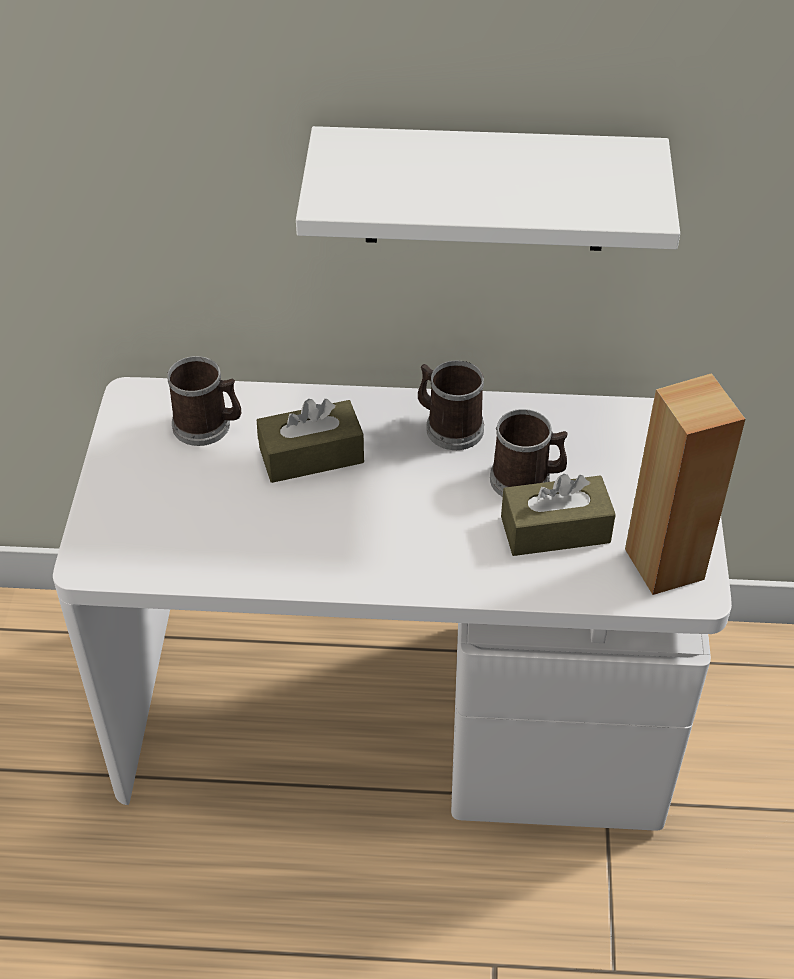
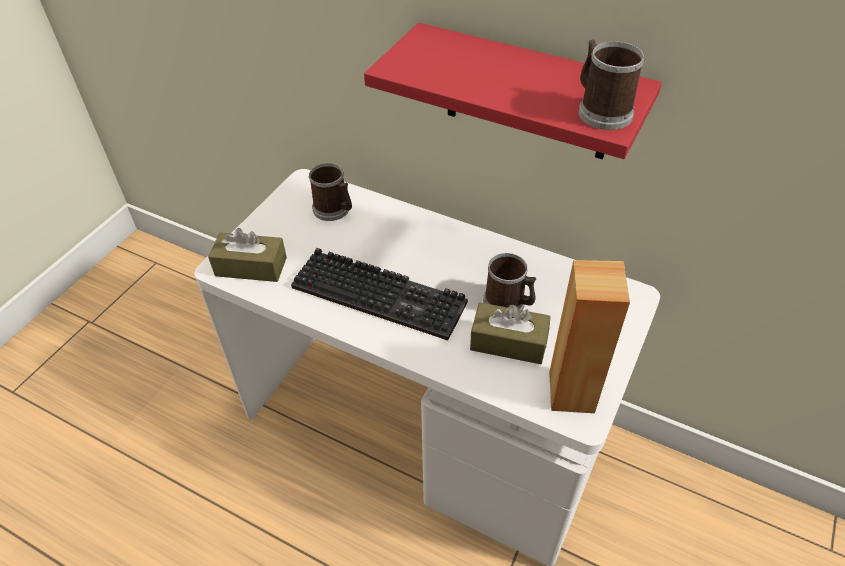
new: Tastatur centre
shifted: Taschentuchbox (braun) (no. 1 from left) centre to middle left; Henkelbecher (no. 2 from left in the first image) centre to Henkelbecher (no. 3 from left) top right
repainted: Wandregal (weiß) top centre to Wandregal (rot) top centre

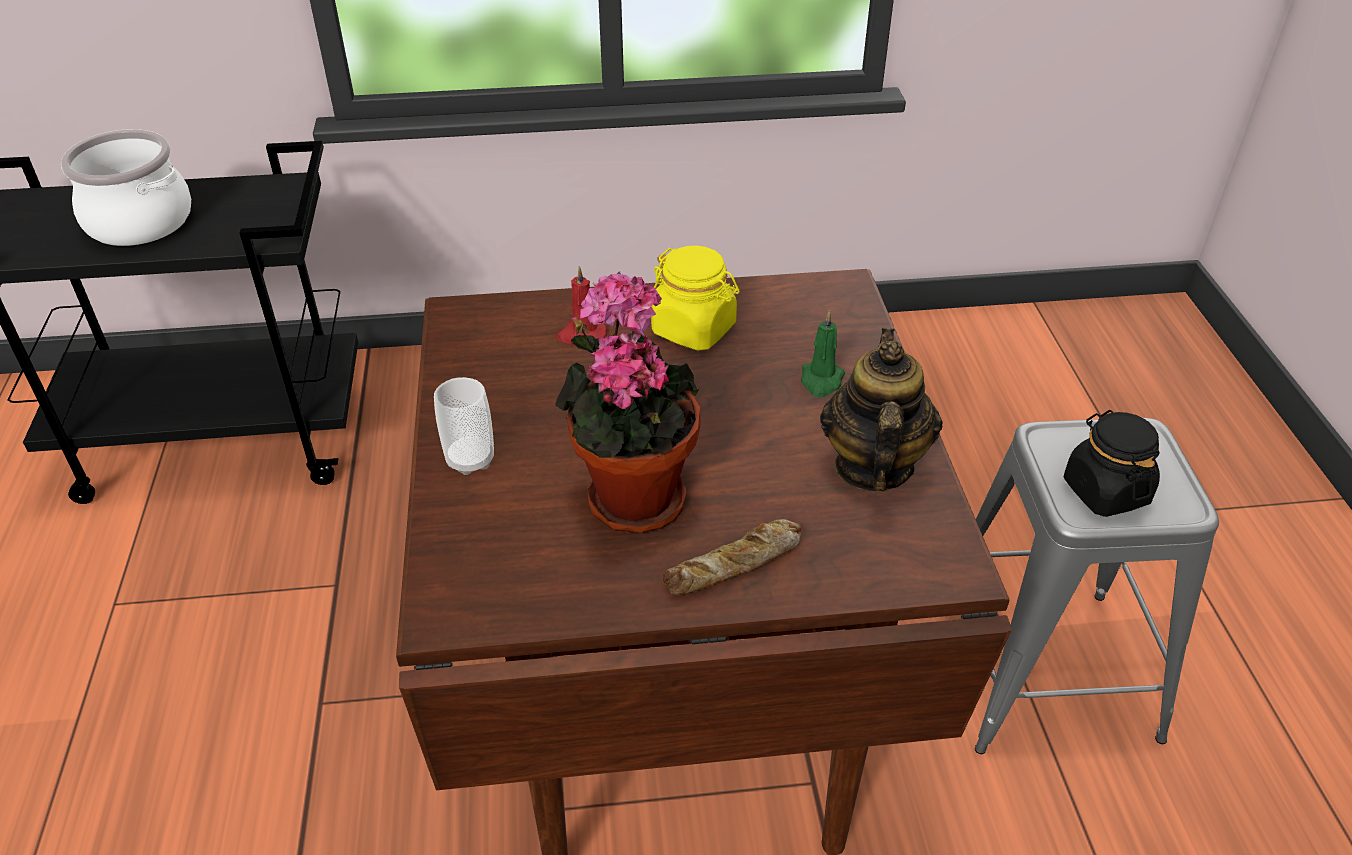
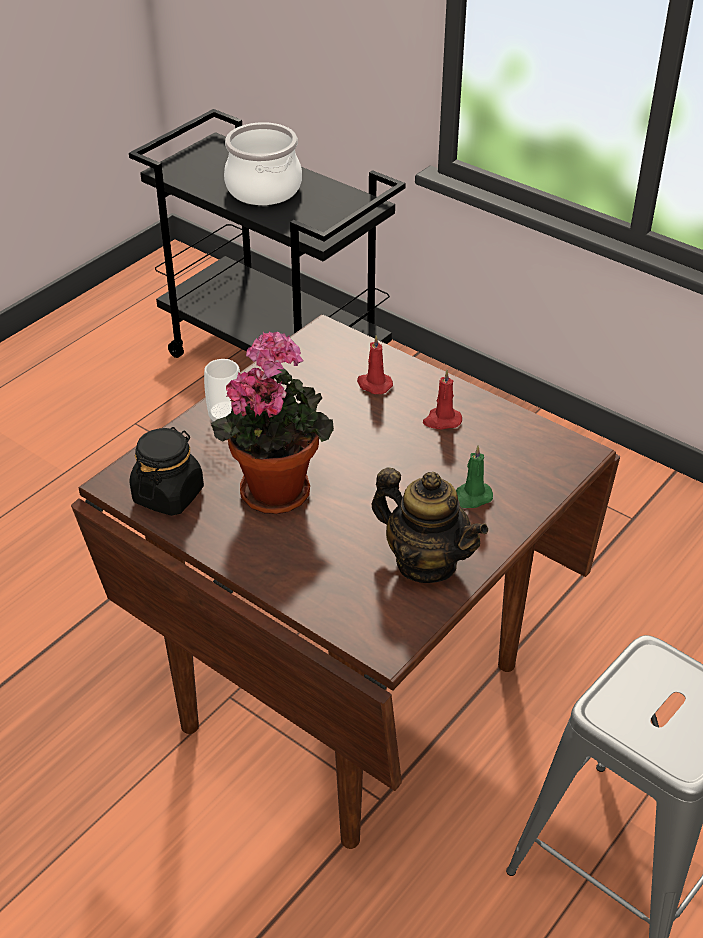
gone: Brot centre
shifted: Vorratsglas (schwarz) middle right to middle left
swapped: Vorratsglas (gelb) centre to Kerze (rot) (no. 2 from left) centre
rotated: Teekanne centre = centre 75 degrees clockwise

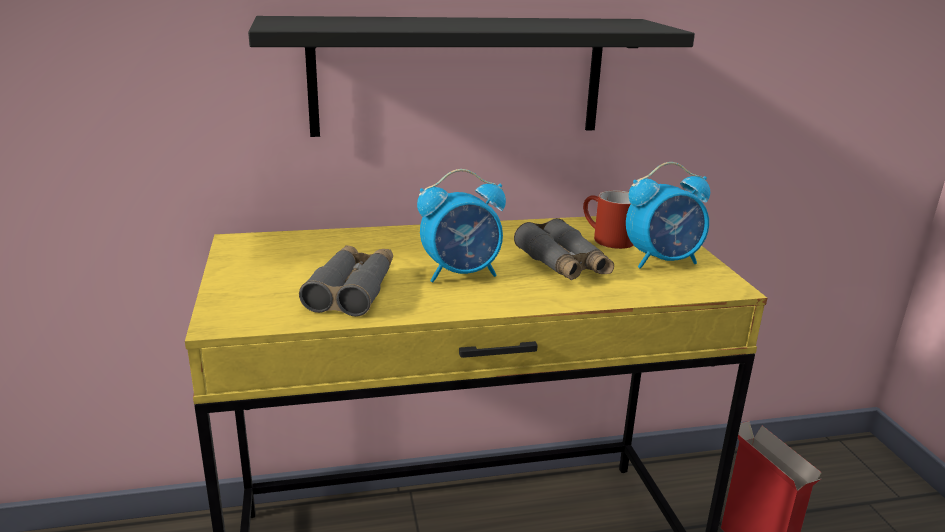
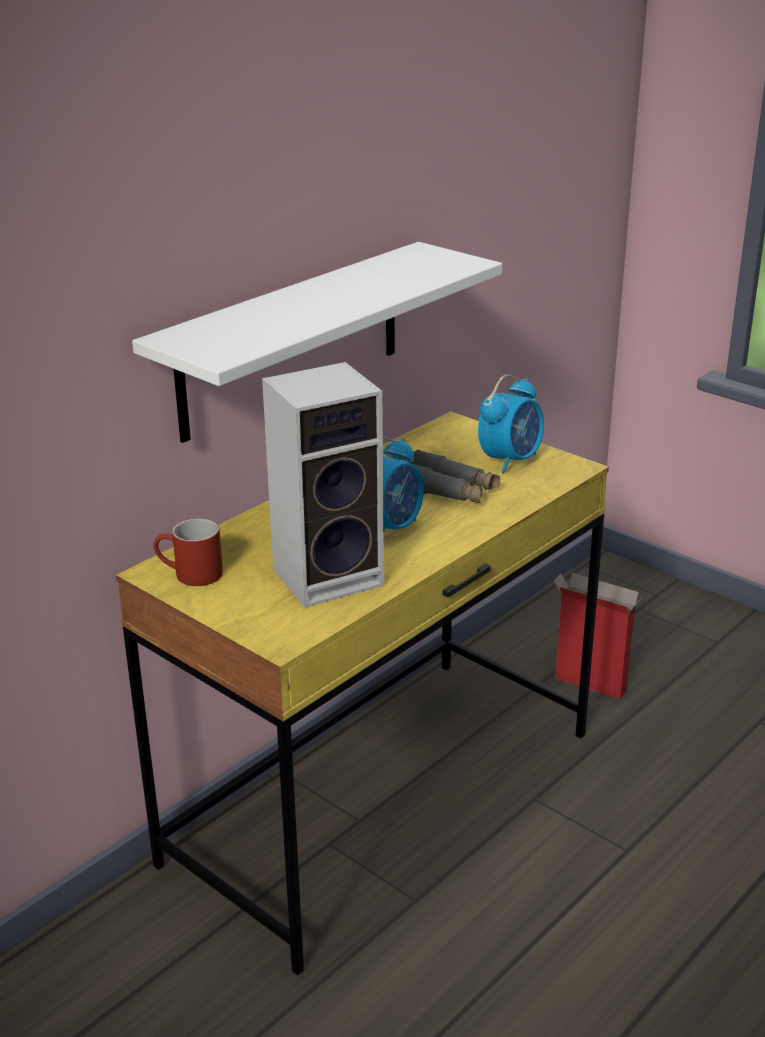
shifted: Henkelbecher (rot) centre to middle left
swapped: Fernglas (grau) (no. 1 from left) centre to Lautsprecher centre
repainted: Wandregal (schwarz) top centre to Wandregal (weiß) top centre

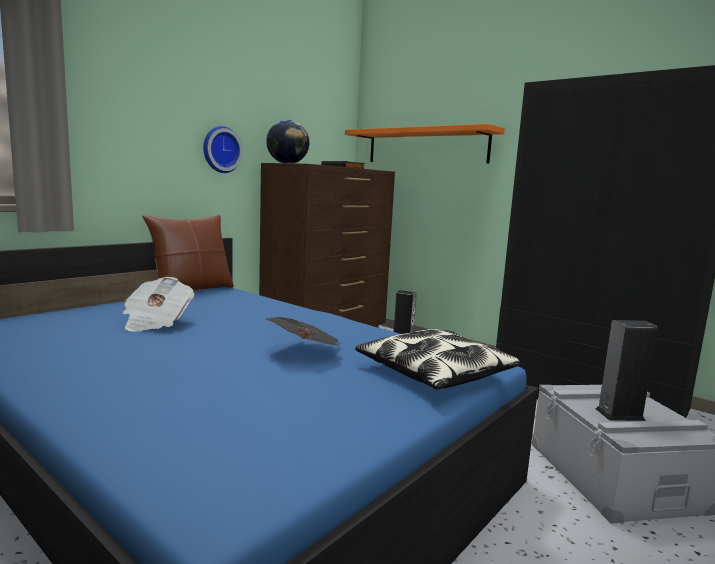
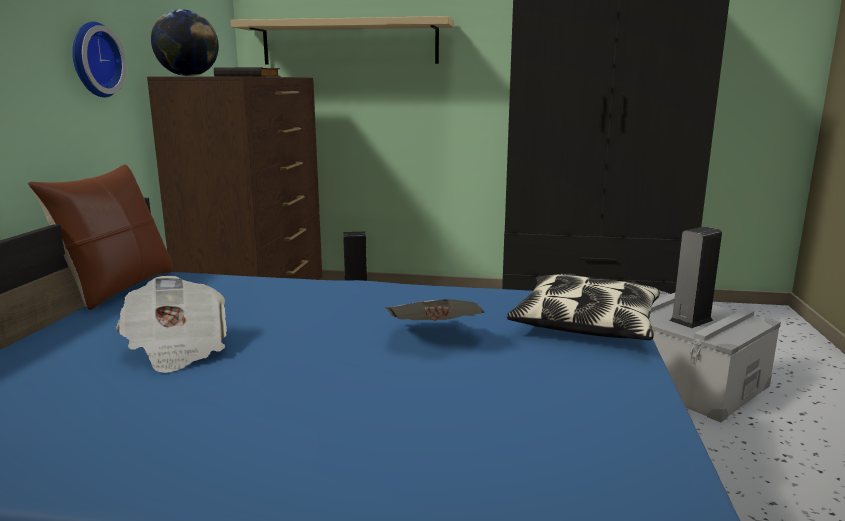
repainted: Wandregal (orange) top centre to Wandregal (beige) top centre

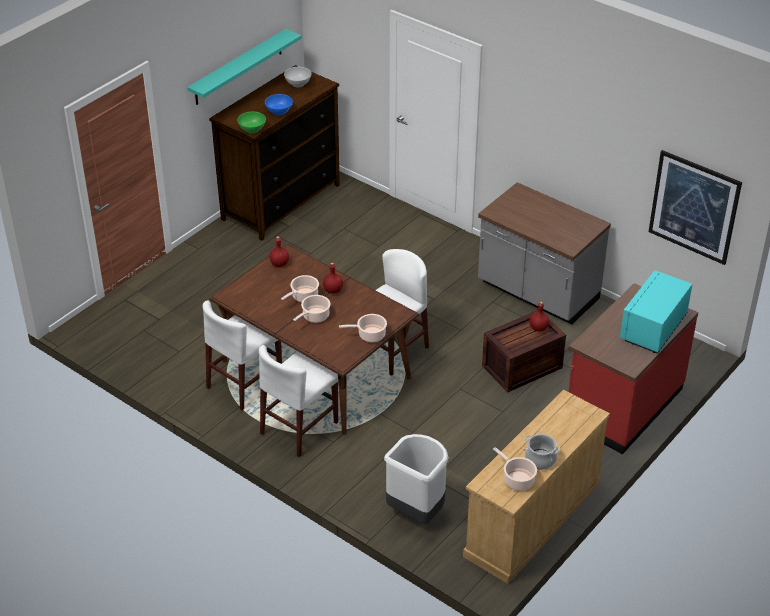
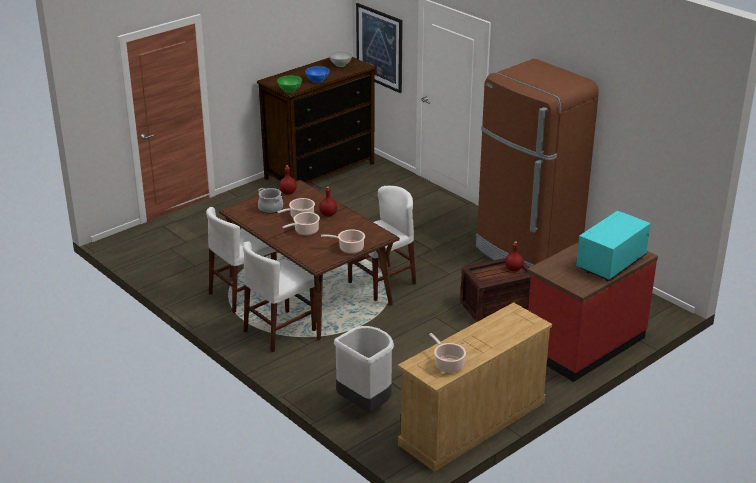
gone: Wandregal (türkis) top left
shifted: Kochtopf (no. 5 from left in the first image) bottom right to Kochtopf (no. 1 from left) centre; Bild middle right to top centre
swapped: Küchenzeile (grau) middle right to Kühlschrank (braun) middle right

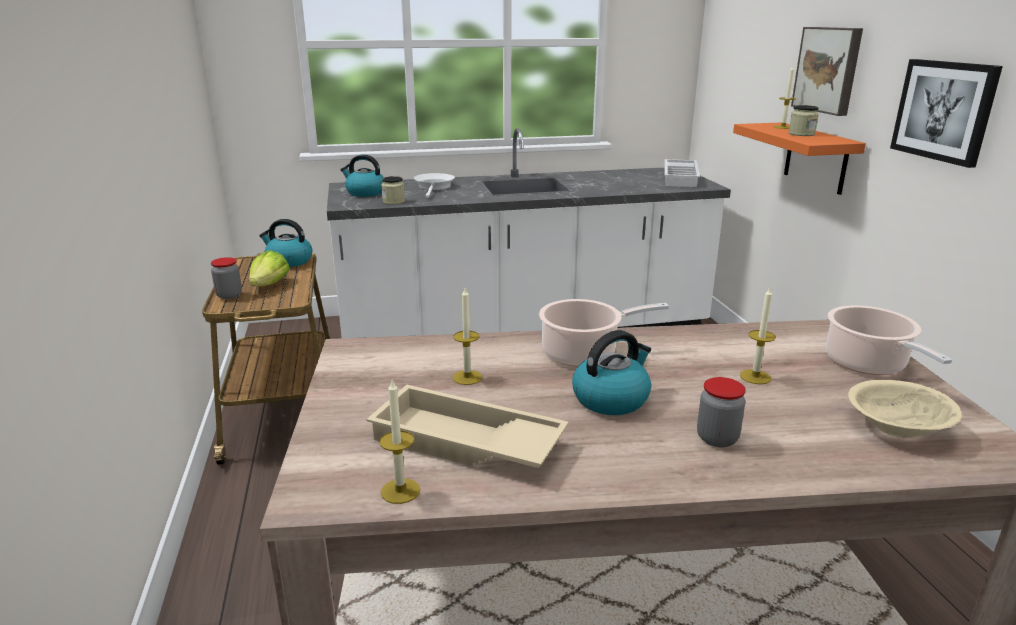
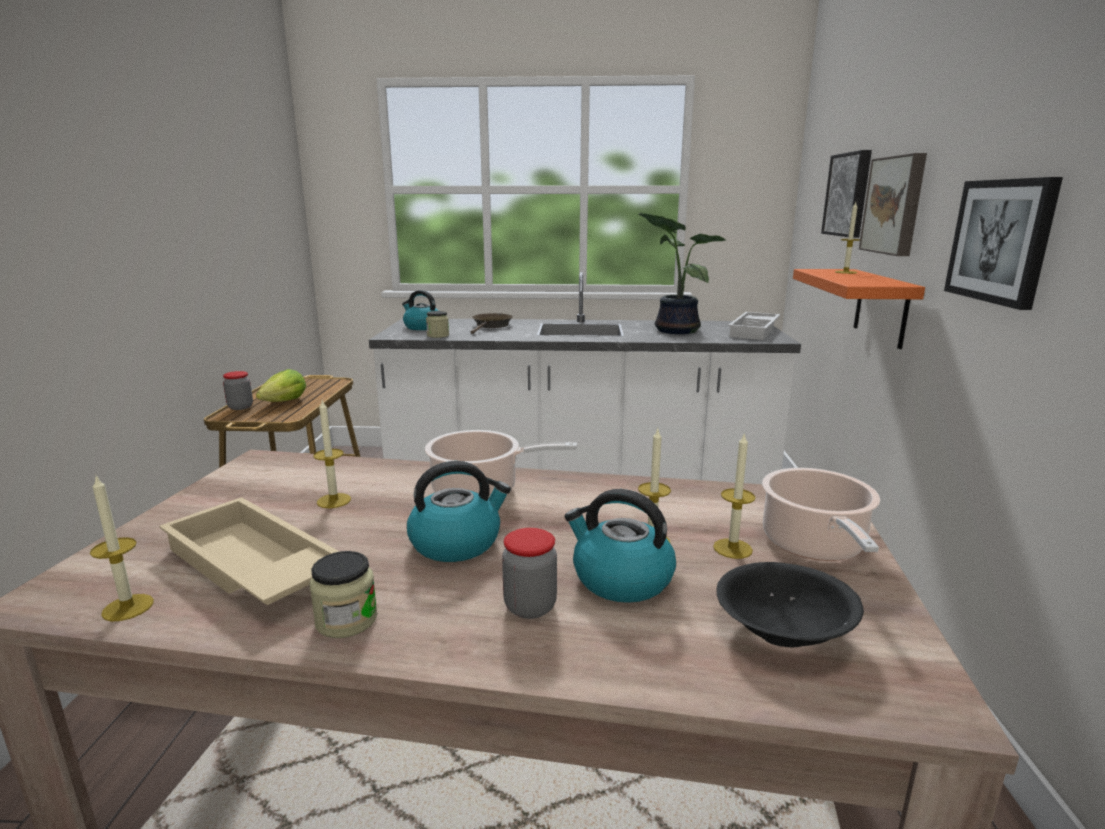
new: Topfpflanze top centre; Kerze (no. 4 from left) centre; Bild (no. 1 from left) top right
shifted: Vorratsglas (no. 4 from left in the first image) top right to Vorratsglas (no. 2 from left) bottom left; Wasserkessel (no. 1 from left in the first image) middle left to Wasserkessel (no. 3 from left) centre
repainted: Pfanne (weiß) top centre to Pfanne (braun) centre; Schüssel (beige) middle right to Schüssel (schwarz) bottom right

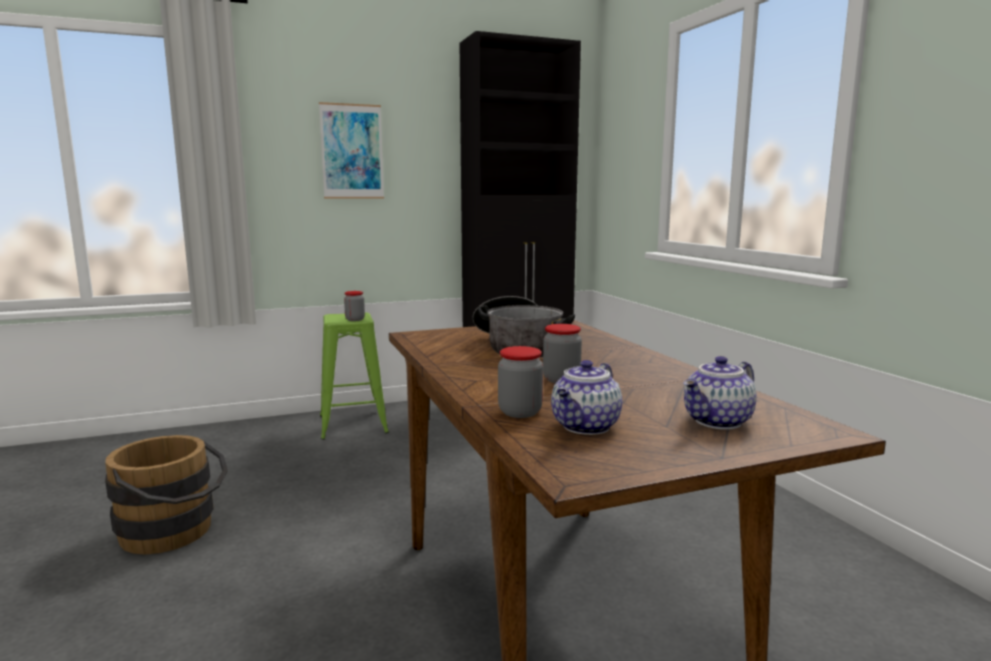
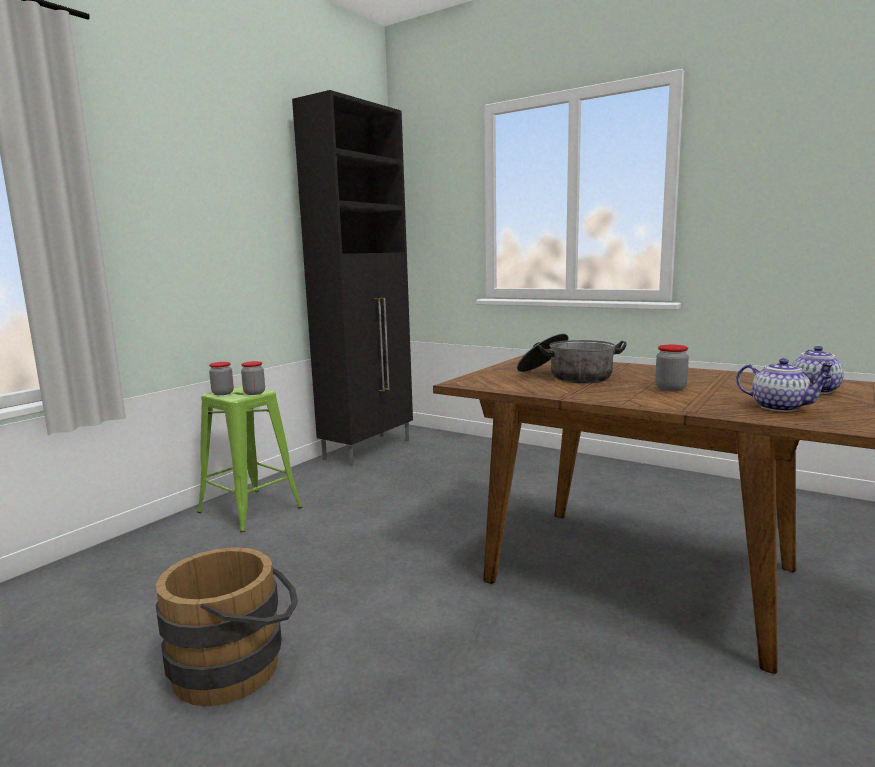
gone: Bild top centre
shifted: Vorratsglas (no. 2 from left in the first image) centre to Vorratsglas (no. 1 from left) middle left
rotated: Teekanne (no. 1 from left) centre = middle right 45 degrees counterclockwise

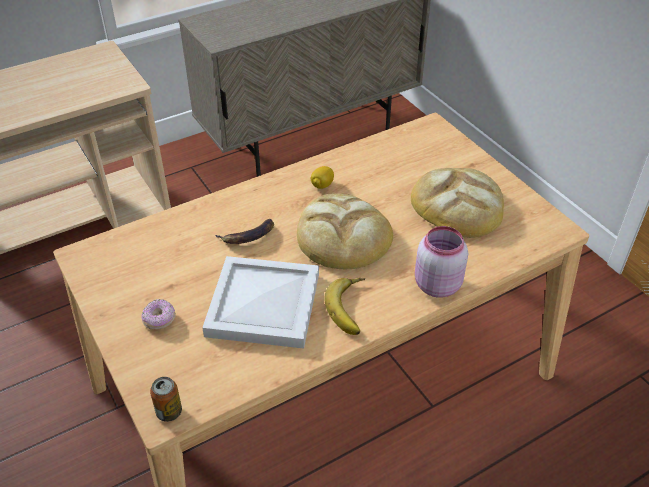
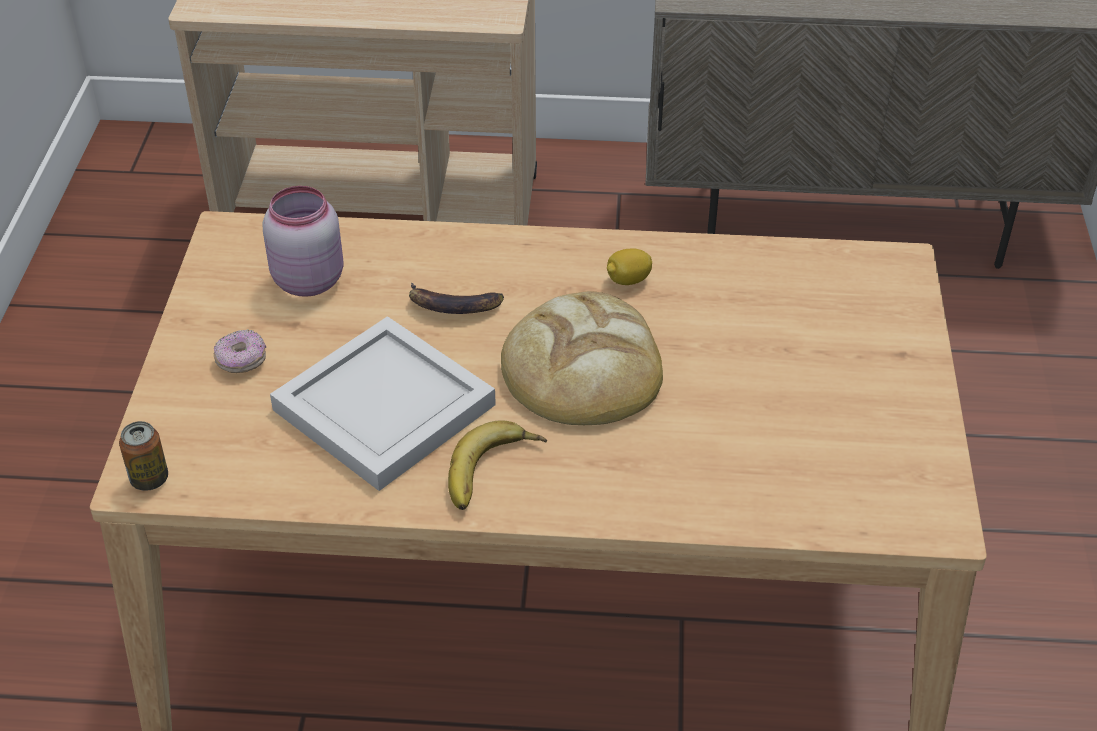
gone: Brot (no. 2 from left) middle right
shifted: Vorratsglas (rosa) middle right to top left

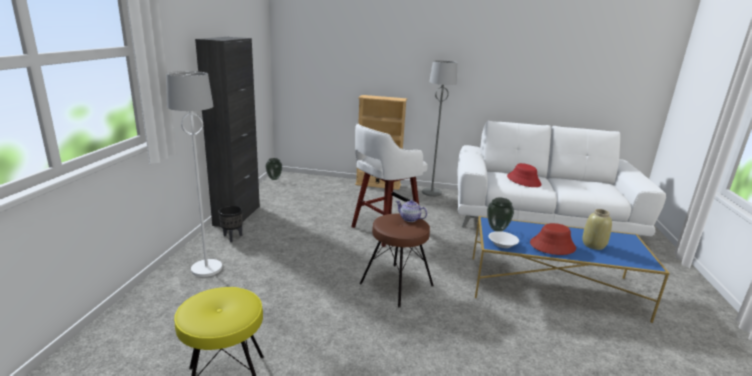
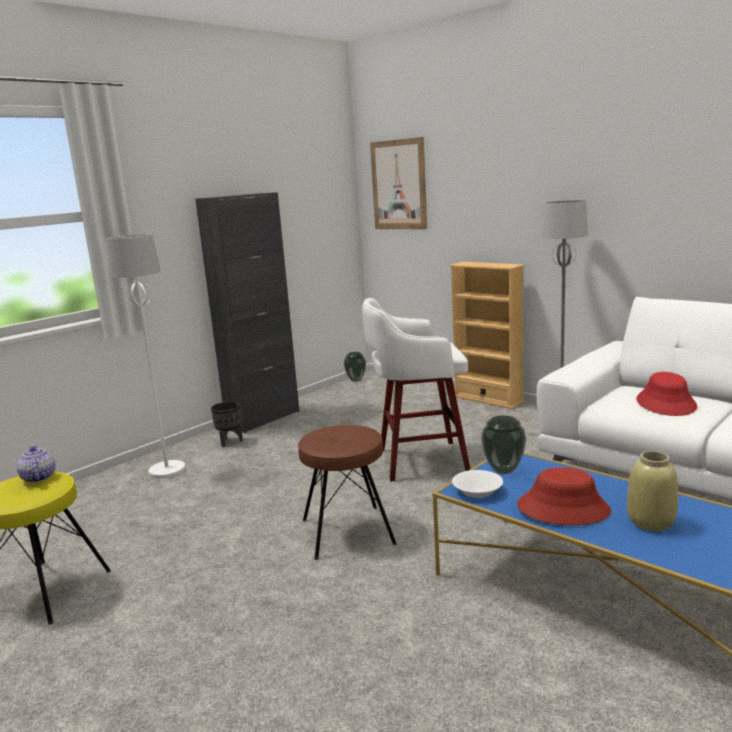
new: Bild top centre
shifted: Teekanne centre to middle left

